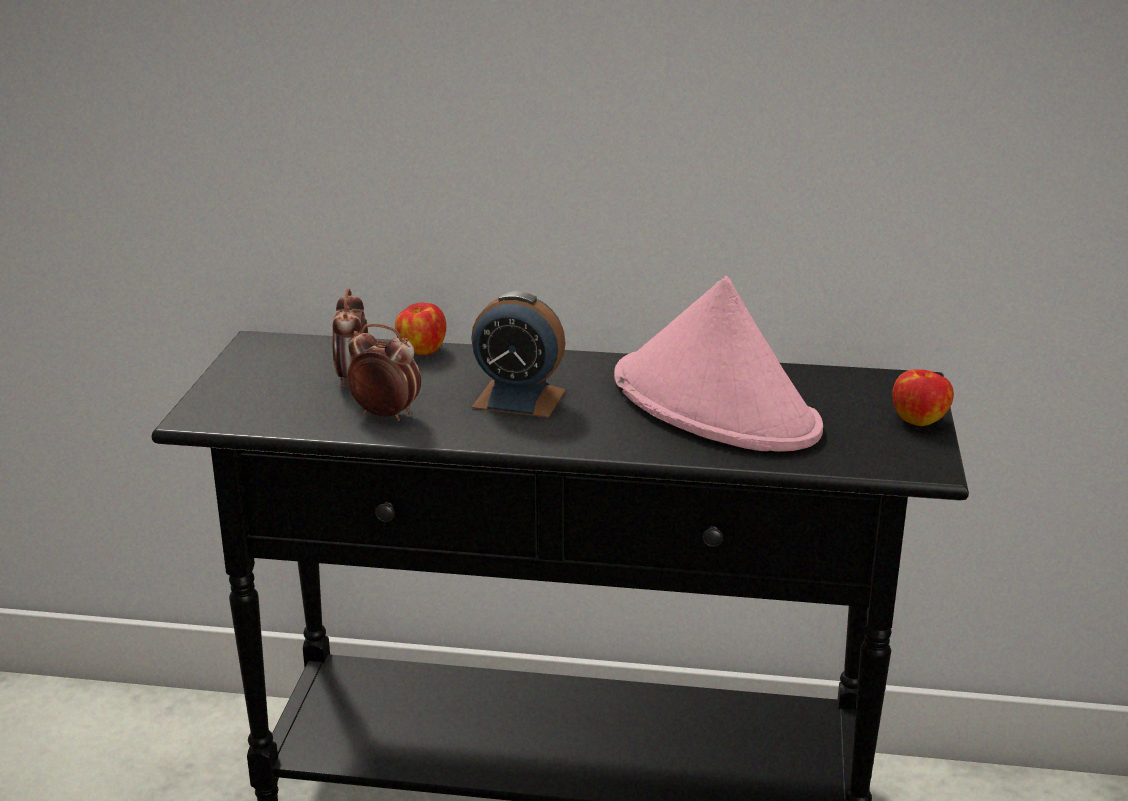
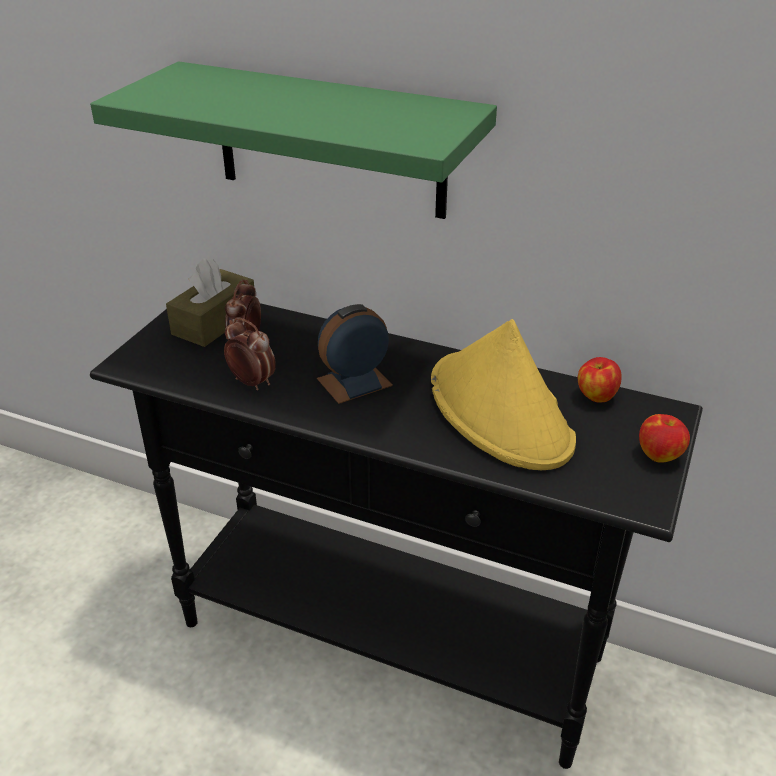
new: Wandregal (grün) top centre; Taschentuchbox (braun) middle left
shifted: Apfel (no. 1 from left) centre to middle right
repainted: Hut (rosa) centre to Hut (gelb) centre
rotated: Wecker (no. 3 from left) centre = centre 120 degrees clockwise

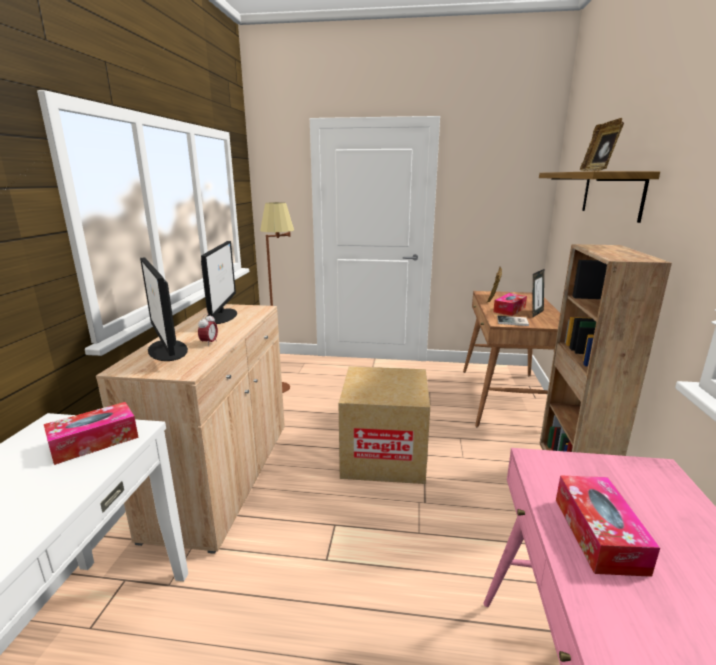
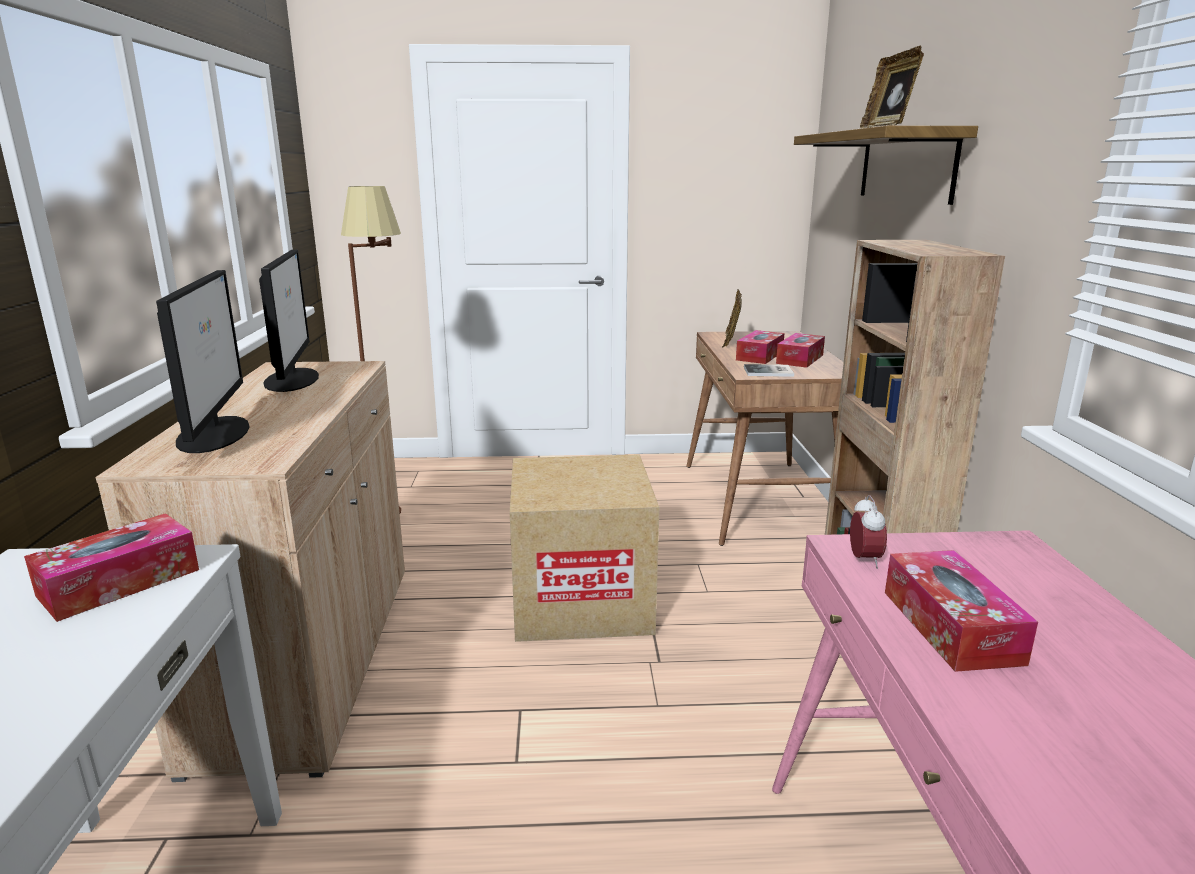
shifted: Wecker middle left to middle right
swapped: Bilderrahmen (no. 2 from left) middle right to Taschentuchbox (no. 3 from left) middle right
rotated: Monitor (no. 1 from left) middle left = middle left 150 degrees counterclockwise

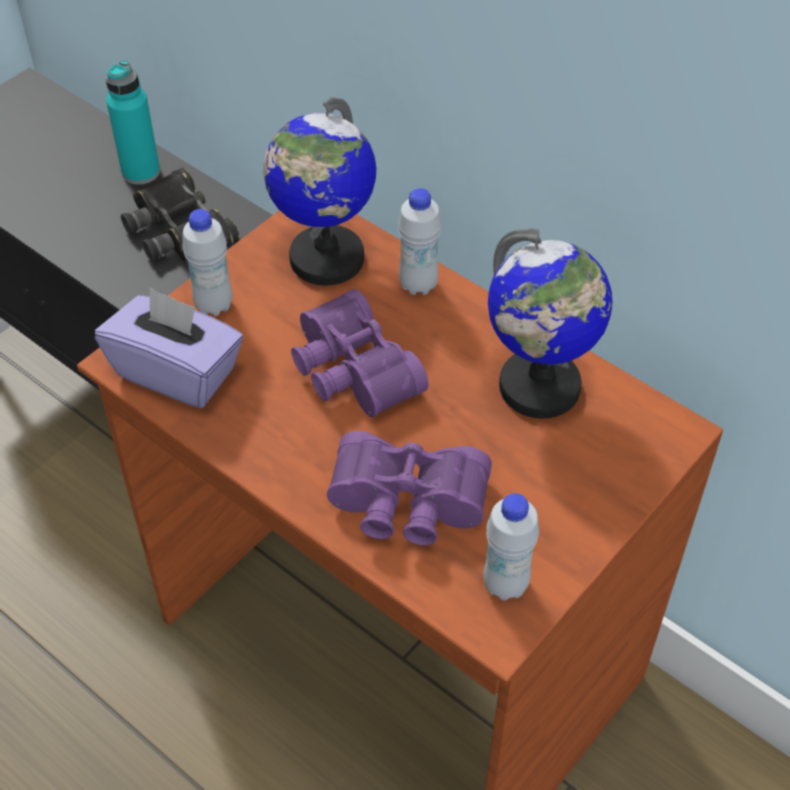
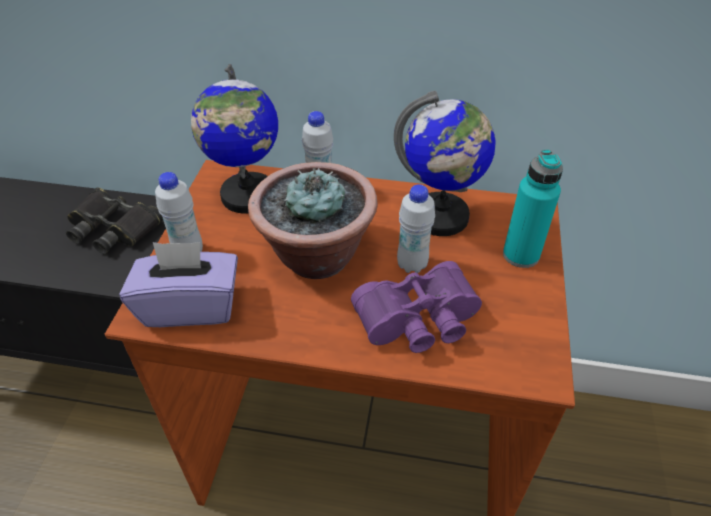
shifted: Flasche (weiß) (no. 3 from left) bottom centre to centre; Flasche (türkis) top left to middle right
swapped: Fernglas (lila) (no. 1 from left) centre to Topfpflanze centre

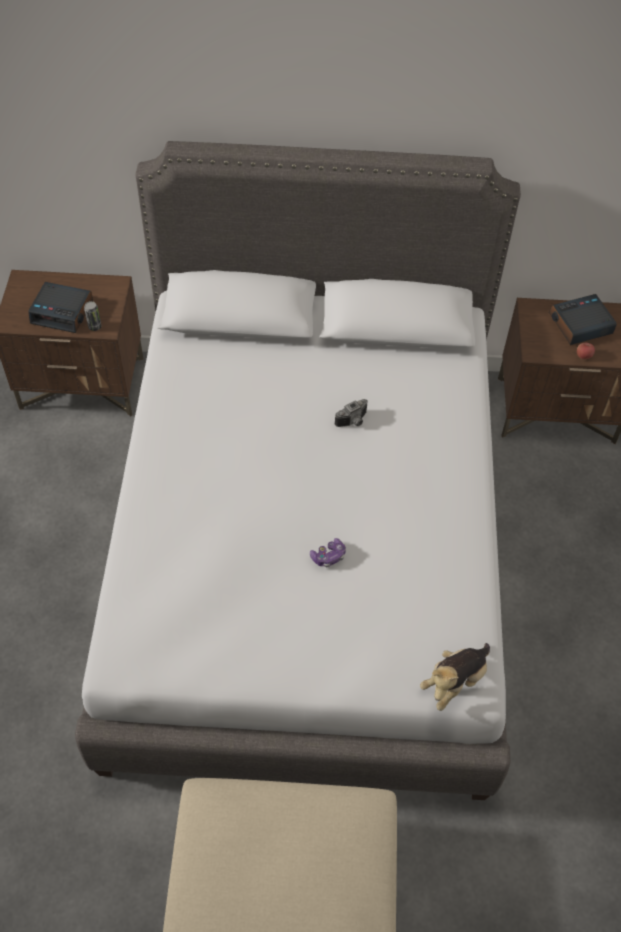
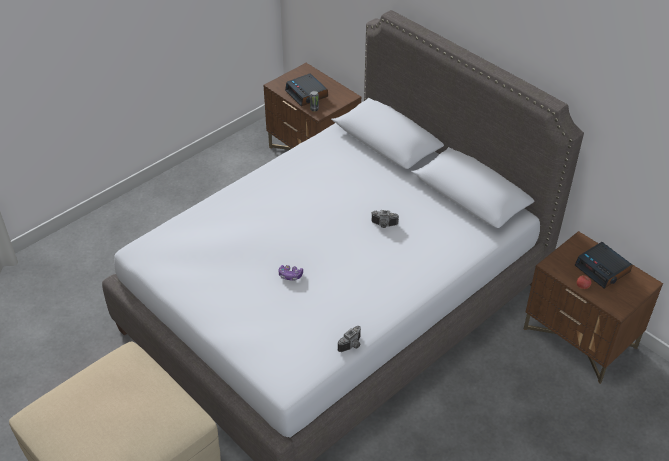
gone: Plüschtier bottom right
new: Kamera (no. 1 from left) bottom centre
rotated: Wecker (no. 2 from left) middle right = middle right 150 degrees counterclockwise

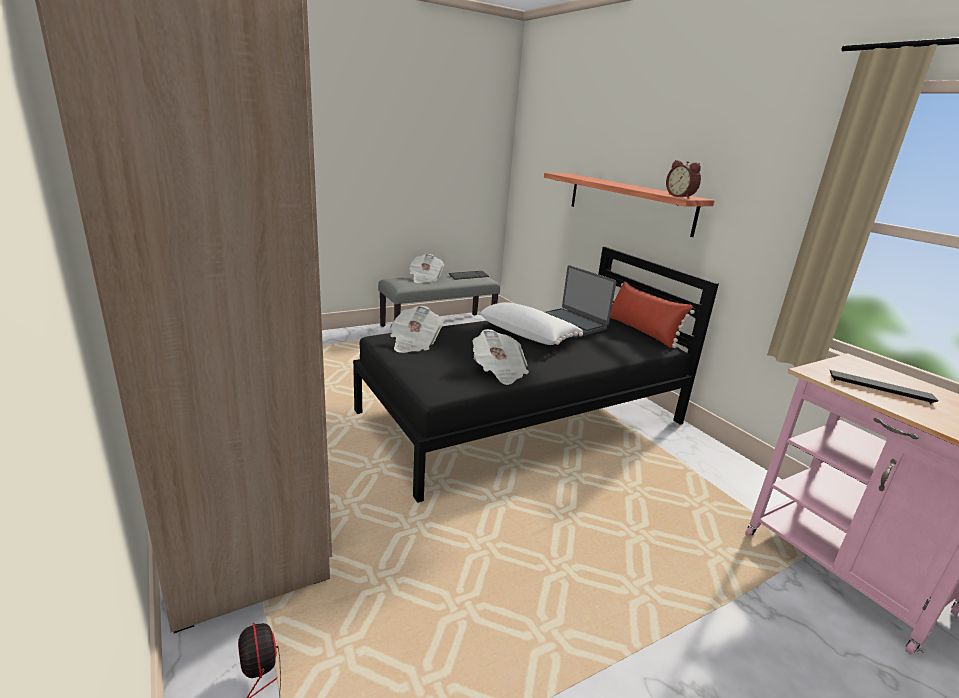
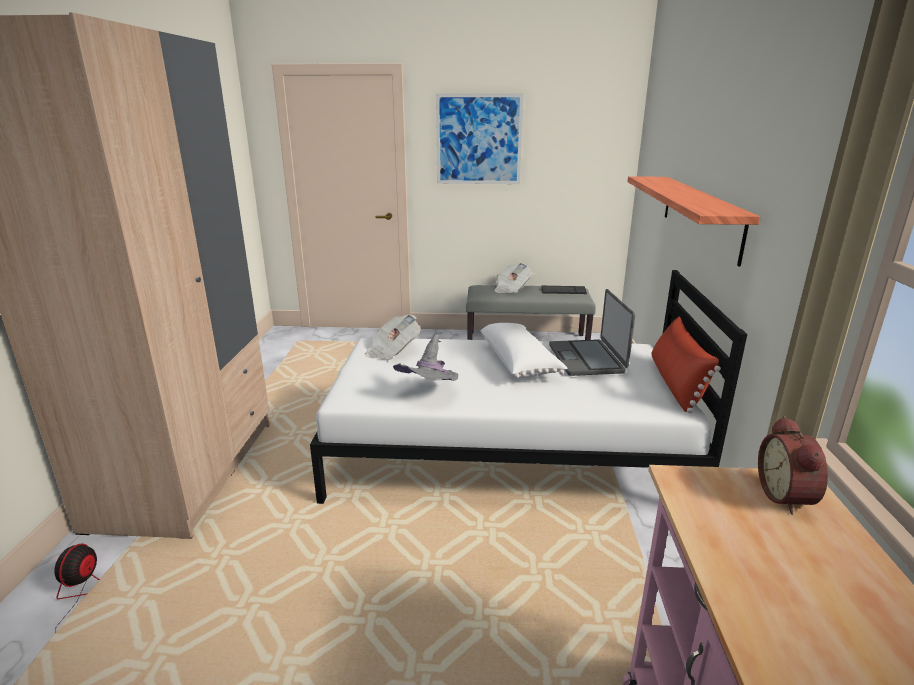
gone: Tastatur (no. 2 from left) middle right
new: Bild top centre
shifted: Wecker top right to bottom right
swapped: Zeitung (no. 3 from left) centre to Hut (grau) centre
repainted: Bett (schwarz) centre to Bett (weiß) centre

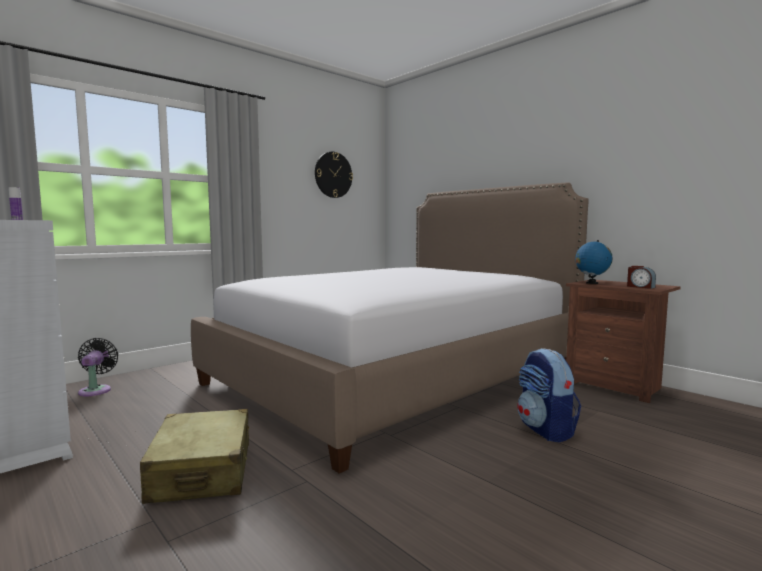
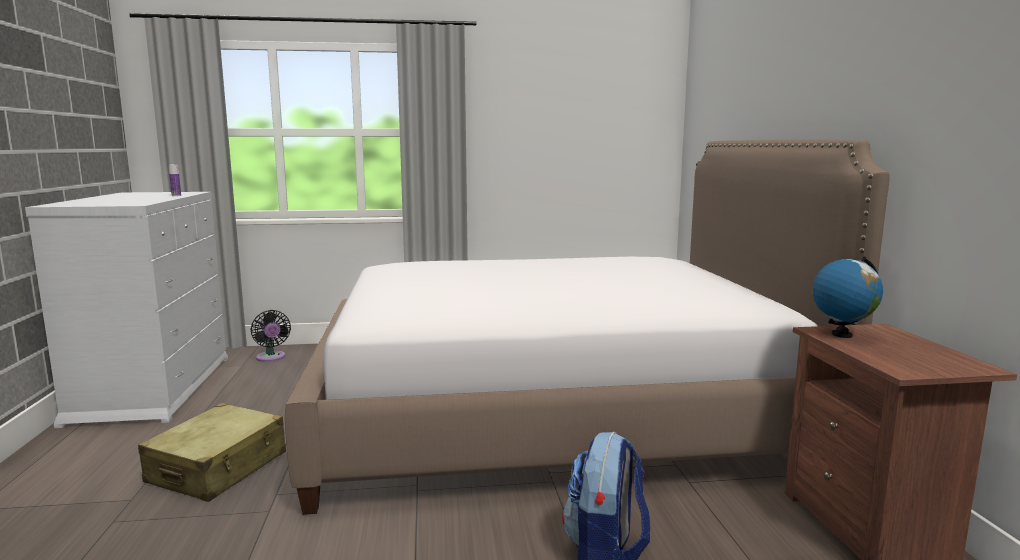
gone: Wanduhr top centre; Wecker middle right
rotated: Ventilator (schwarz) middle left = middle left 120 degrees clockwise

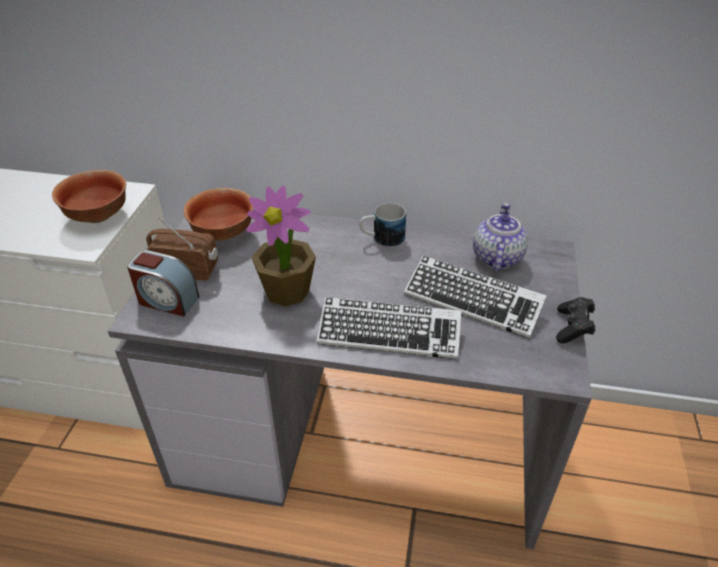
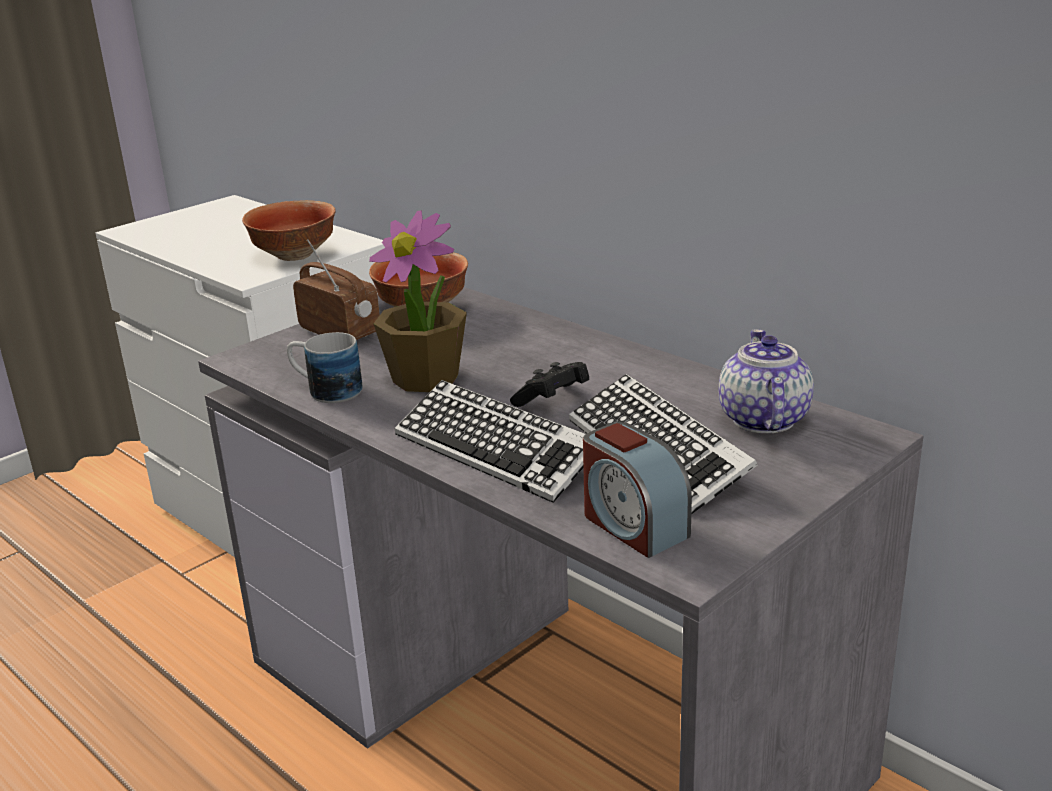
shifted: Henkelbecher centre to middle left; Gamepad (schwarz) middle right to centre; Wecker middle left to centre
rotated: Teekanne middle right = middle right 45 degrees counterclockwise

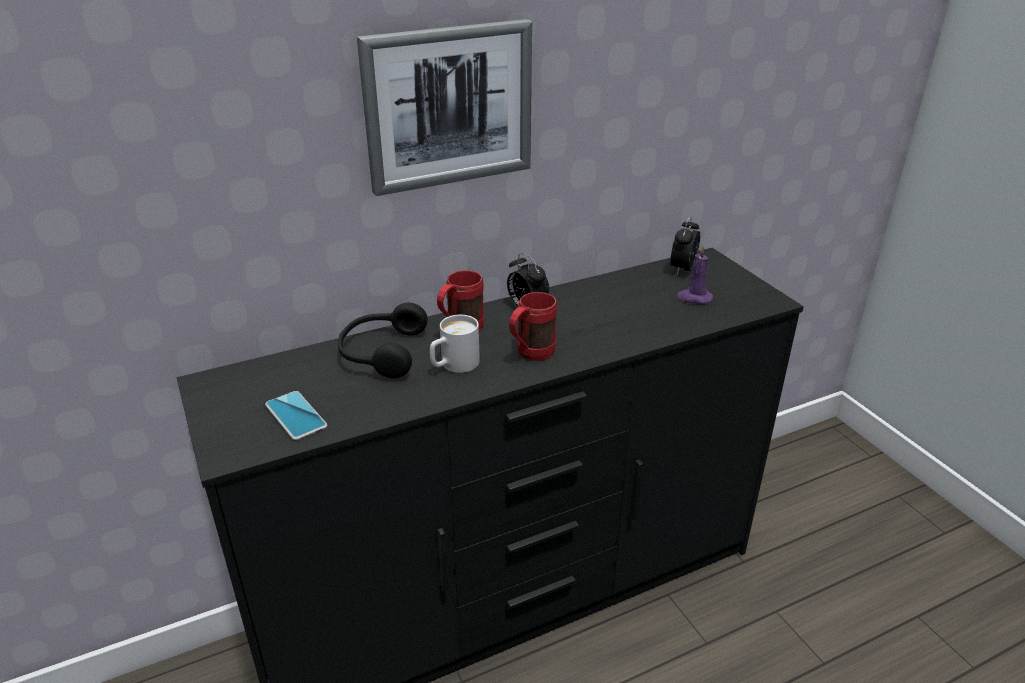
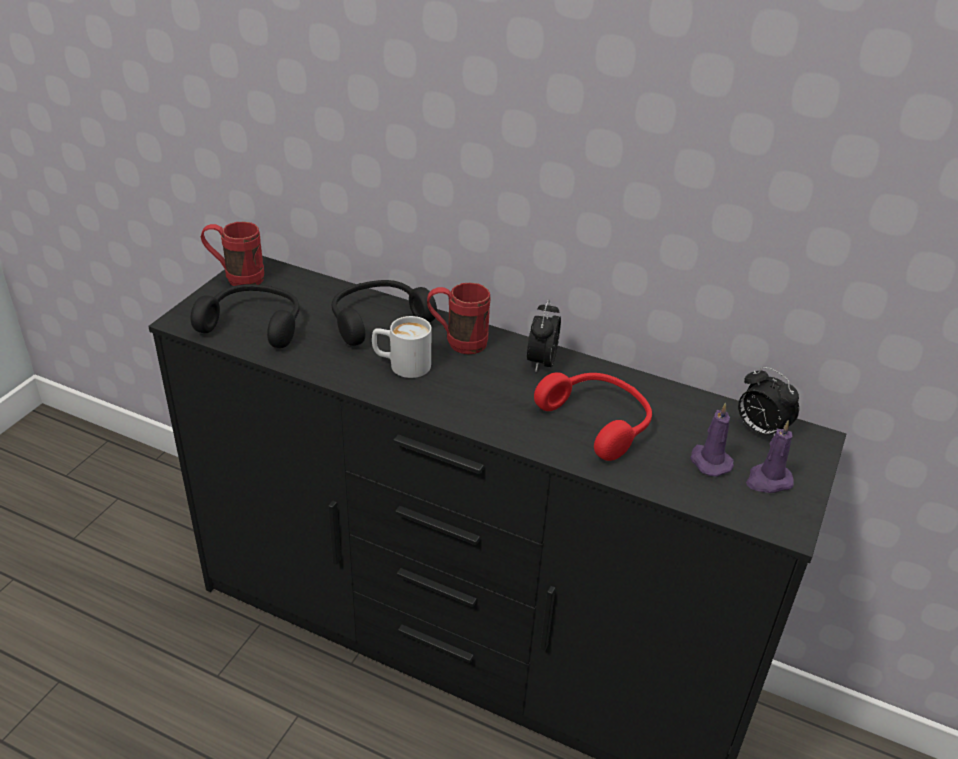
gone: Bild top centre
new: Kopfhörer (rot) centre; Kerze (lila) (no. 2 from left) middle right
shifted: Henkelbecher (rot) (no. 2 from left in the first image) centre to Henkelbecher (rot) (no. 1 from left) middle left
swapped: Handy middle left to Kopfhörer (schwarz) (no. 1 from left) middle left
rotated: Wecker (no. 2 from left) middle right = middle right 120 degrees counterclockwise

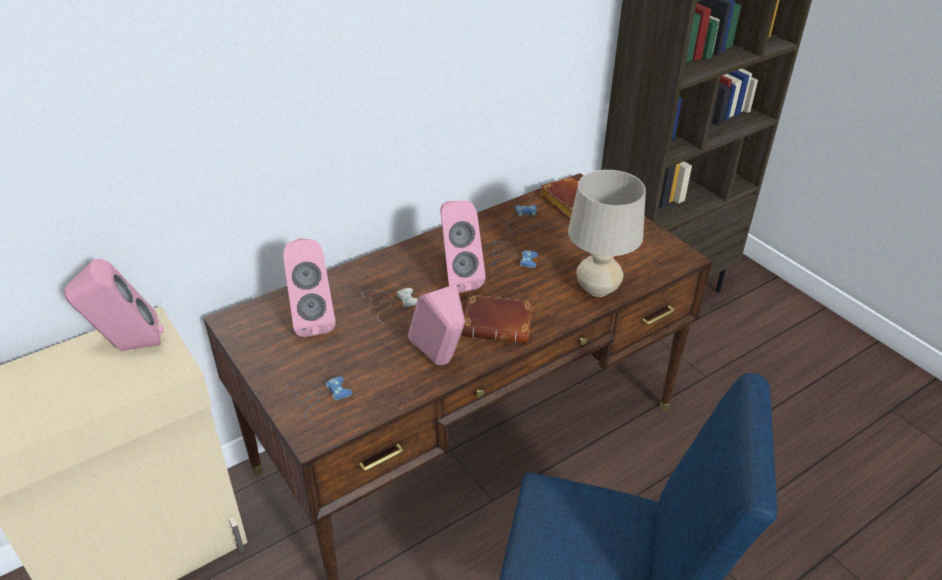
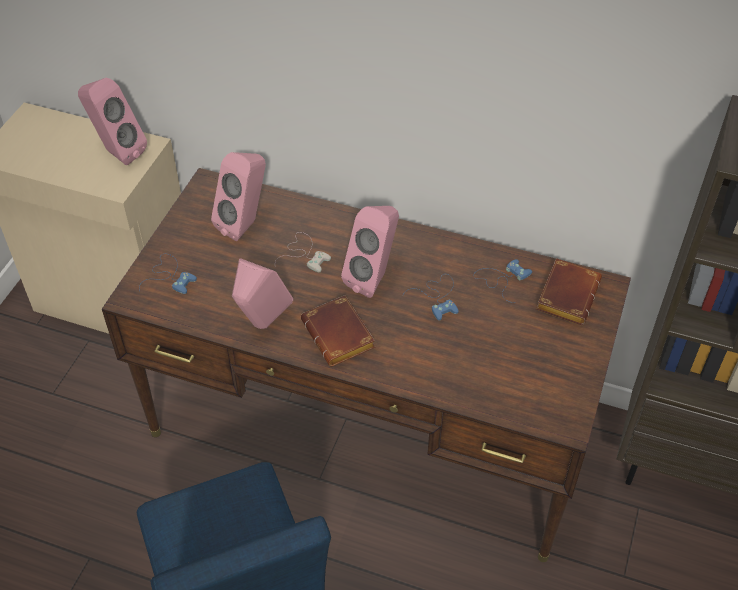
gone: Tischlampe (beige) centre

